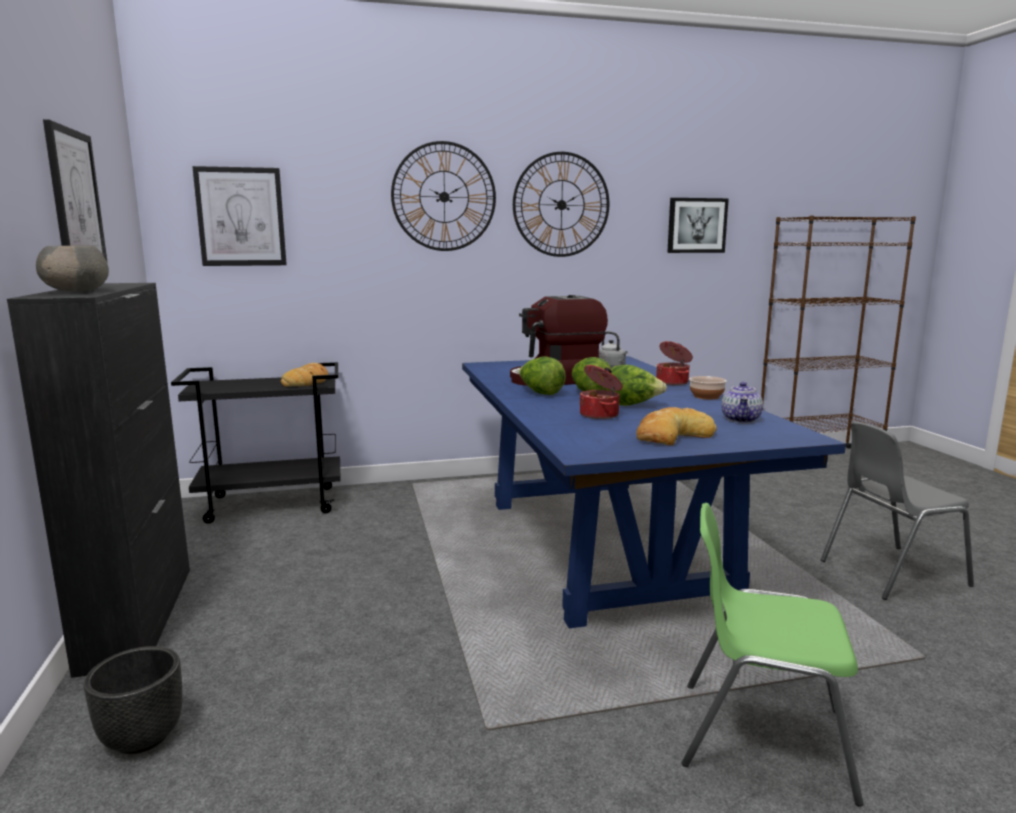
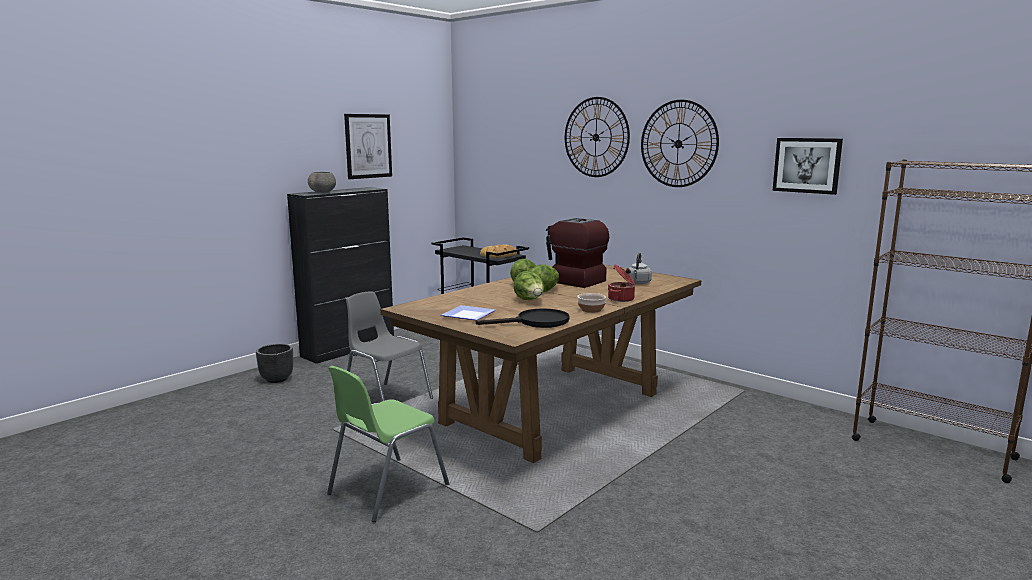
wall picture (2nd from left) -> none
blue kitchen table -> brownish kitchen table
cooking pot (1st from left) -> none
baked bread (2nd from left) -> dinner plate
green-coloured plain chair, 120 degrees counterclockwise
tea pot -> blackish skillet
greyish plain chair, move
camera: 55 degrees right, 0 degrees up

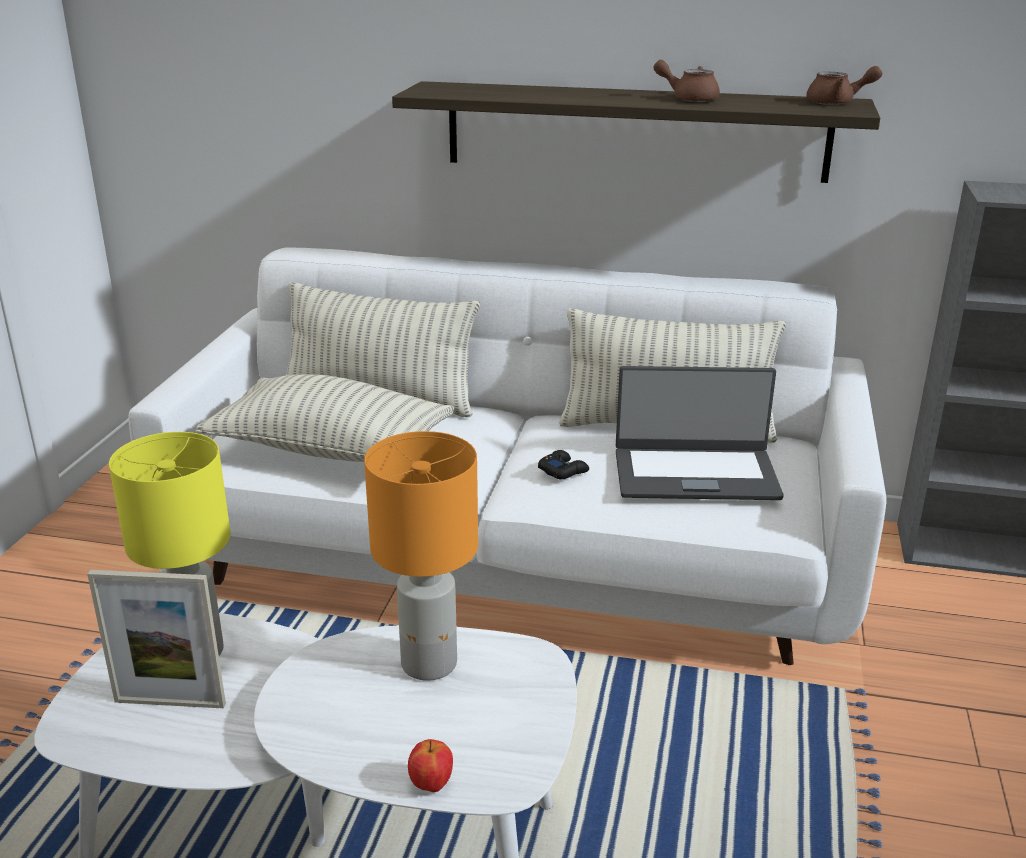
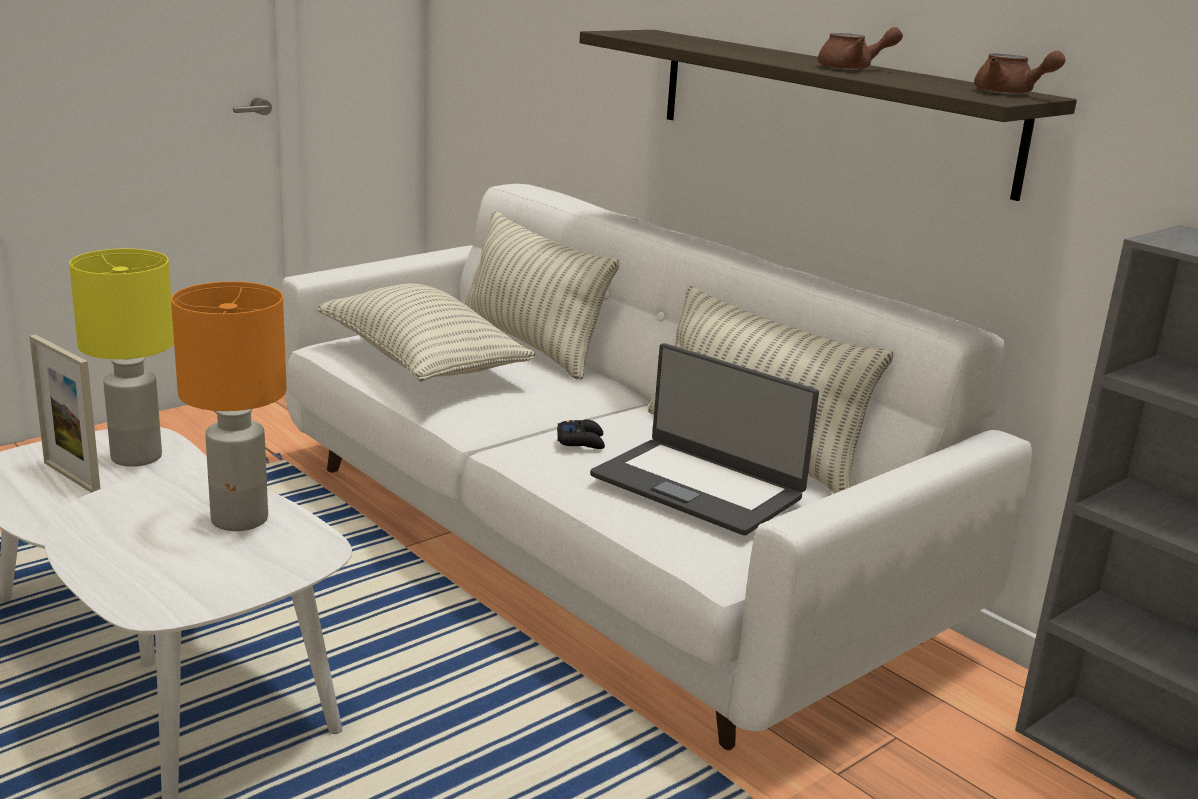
apple -> none
brownish tea pot (1st from left), 120 degrees clockwise
camera: 35 degrees right, 5 degrees down

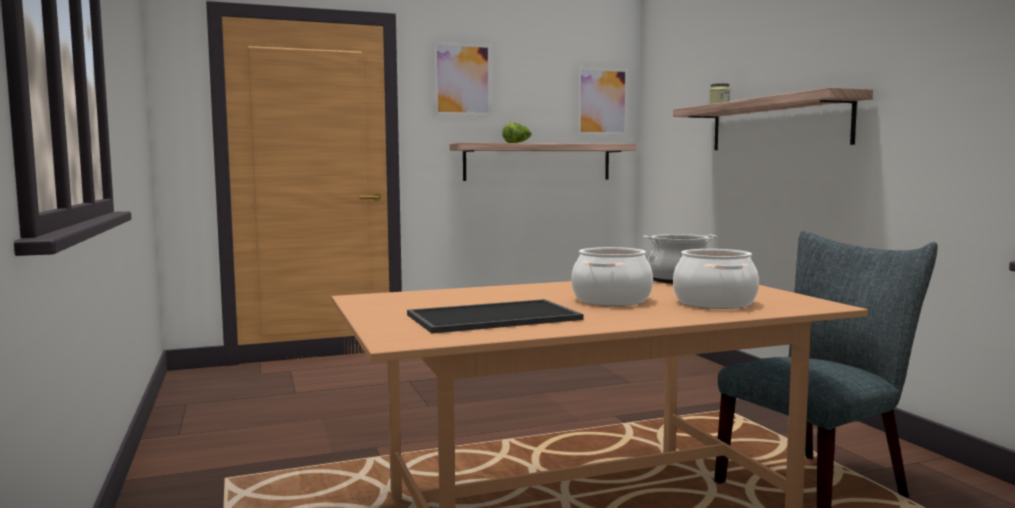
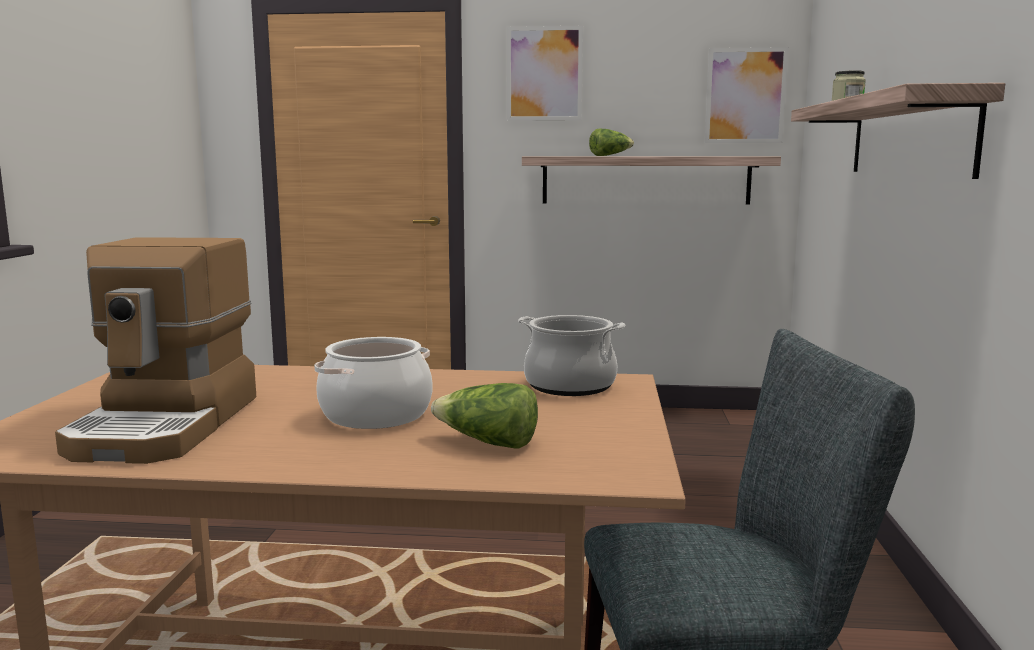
tray -> coffee brewer
cooking pot (3rd from left) -> lettuce (1st from left)
camera: 25 degrees right, 5 degrees up

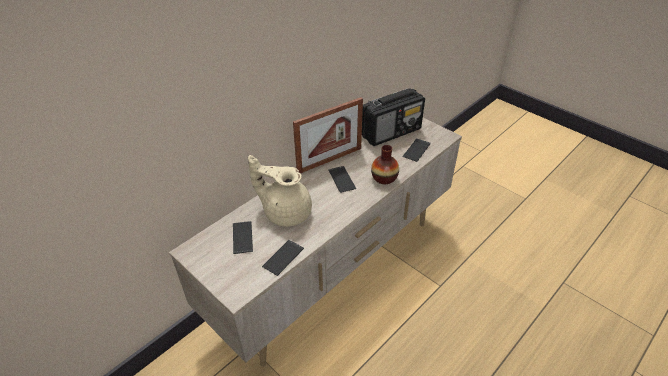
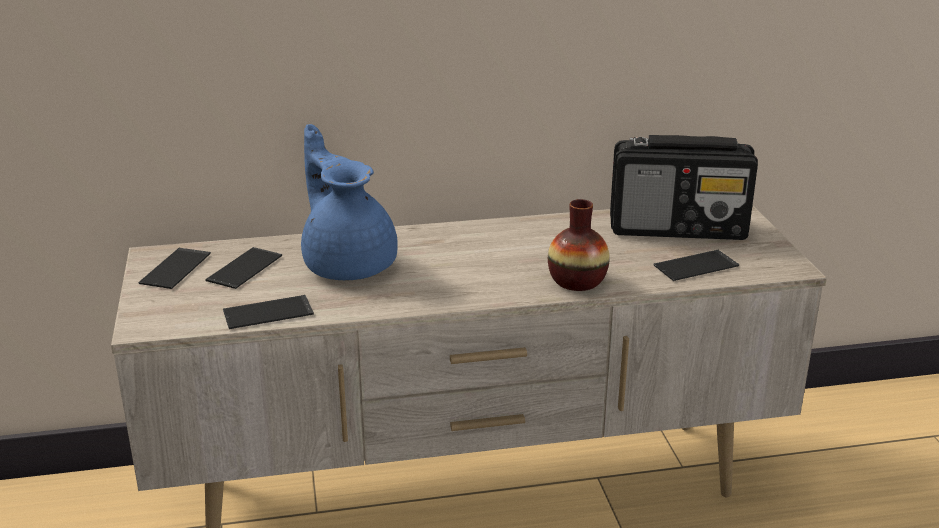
beige-coloured tea pot -> blue tea pot
picture frame -> none
telephone (3rd from left in the first image) -> telephone (1st from left), move
camera: 35 degrees right, 15 degrees down

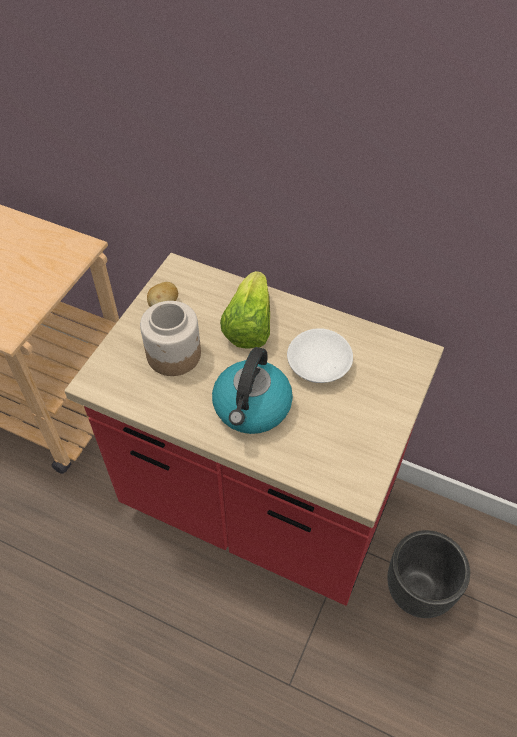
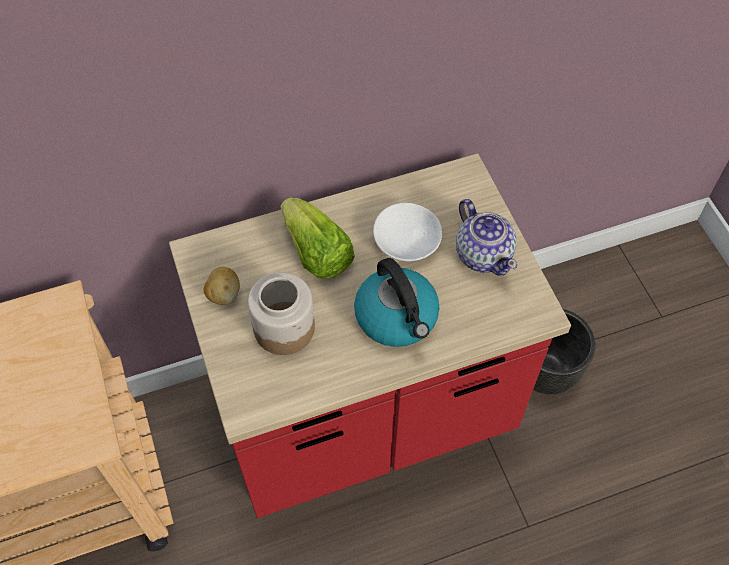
none -> tea pot
camera: 45 degrees left, 5 degrees up

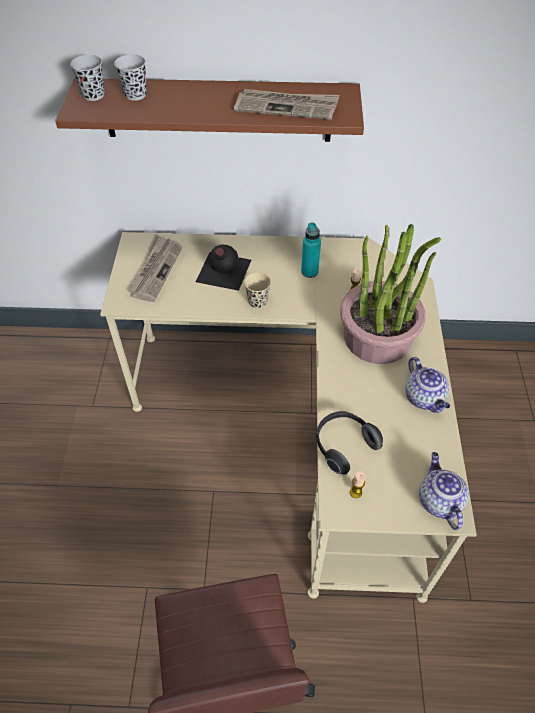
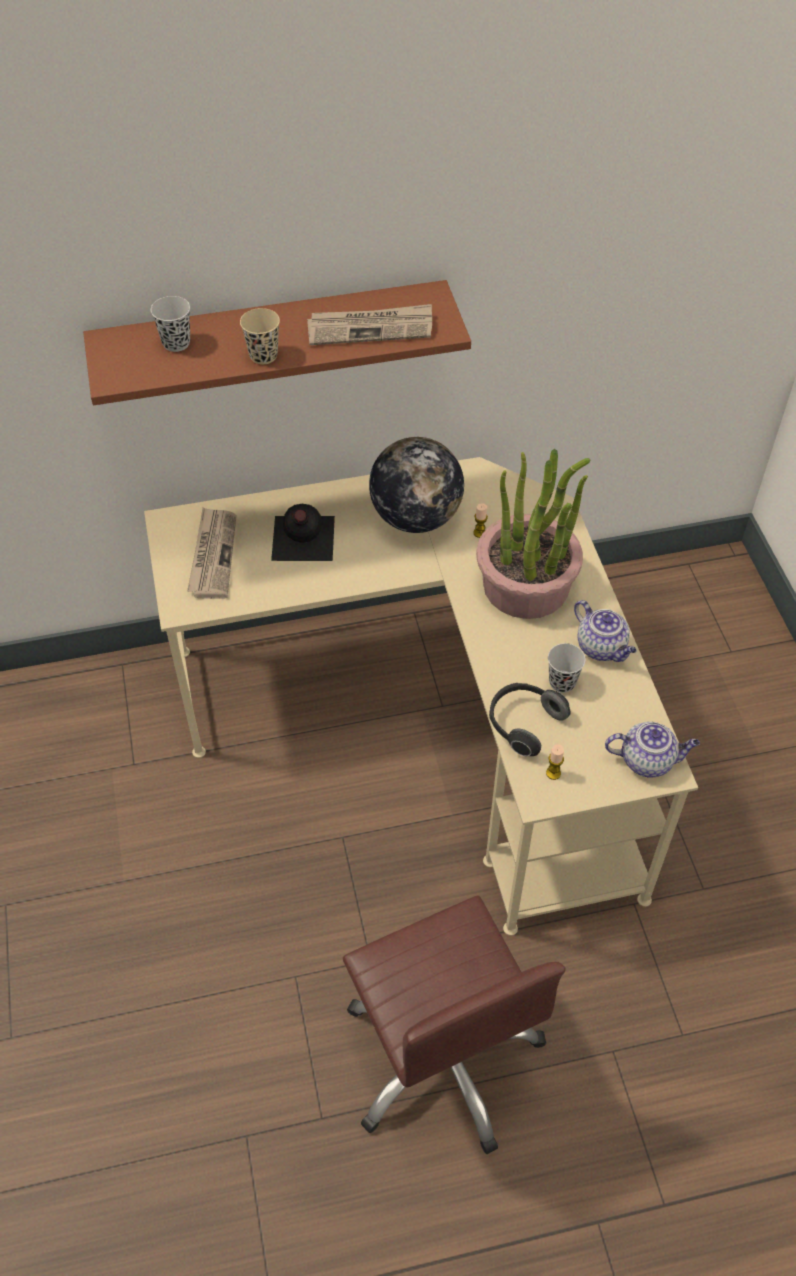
blackish small cup (1st from left in the first image) -> blackish small cup (2nd from left), move
beige-coloured small cup, move
blue-green beverage bottle -> world globe
tea pot (2nd from left), 120 degrees clockwise
camera: 15 degrees left, 0 degrees up

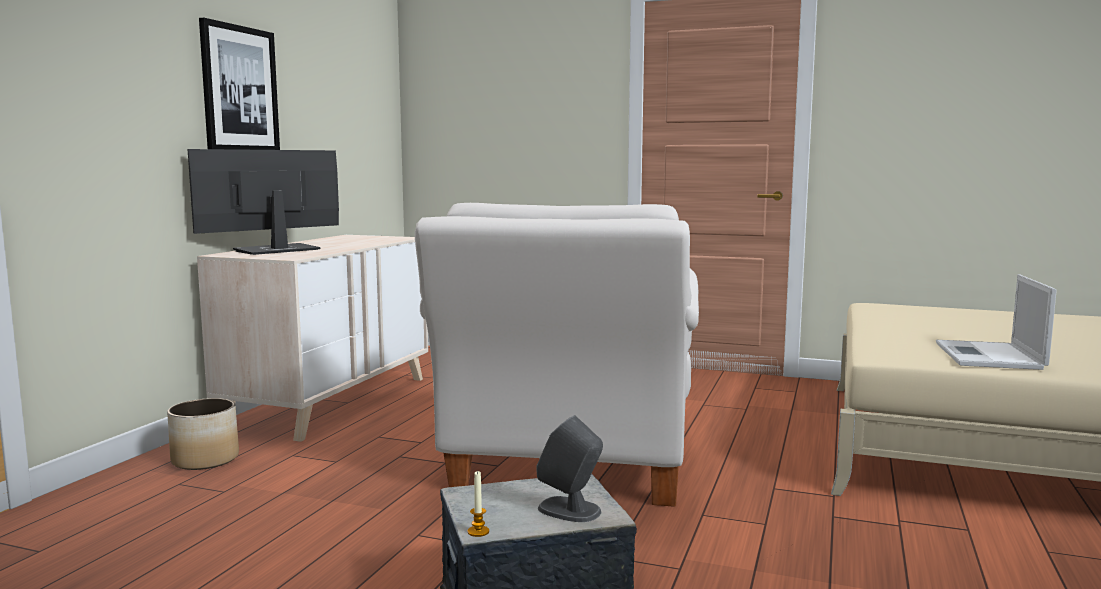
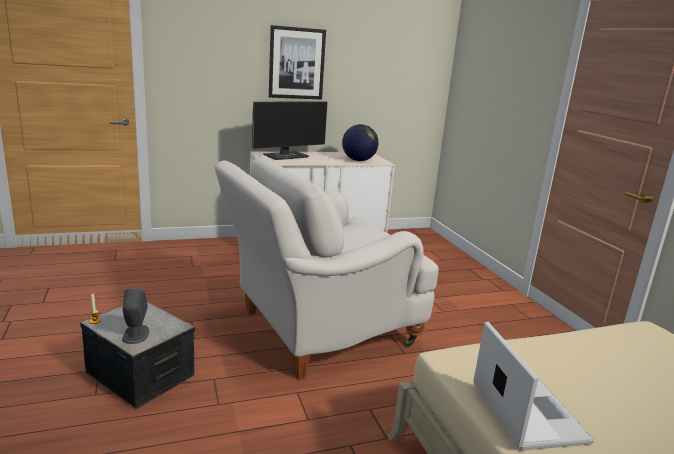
planter -> none
computer display, 135 degrees clockwise
portable computer, 105 degrees clockwise
none -> world globe
camera: 50 degrees right, 10 degrees up

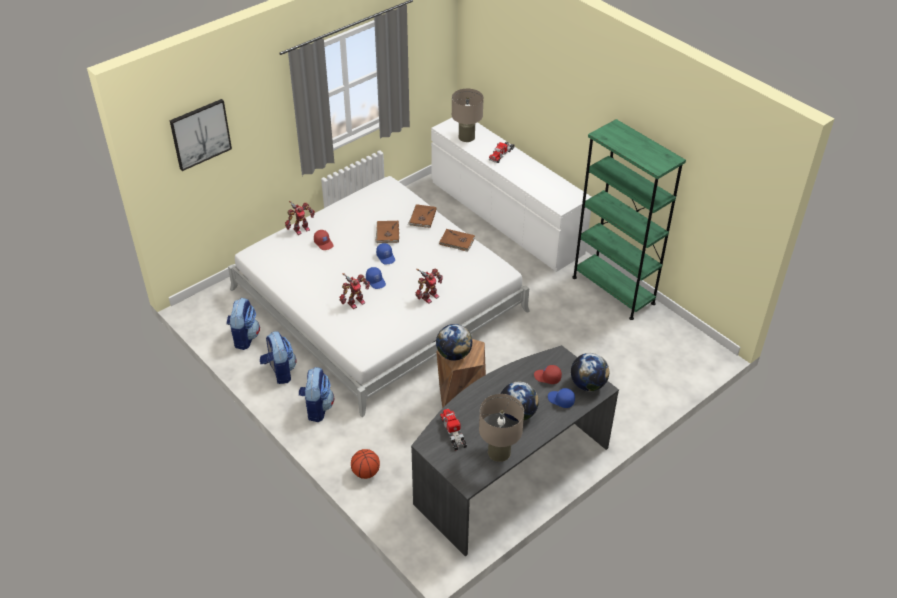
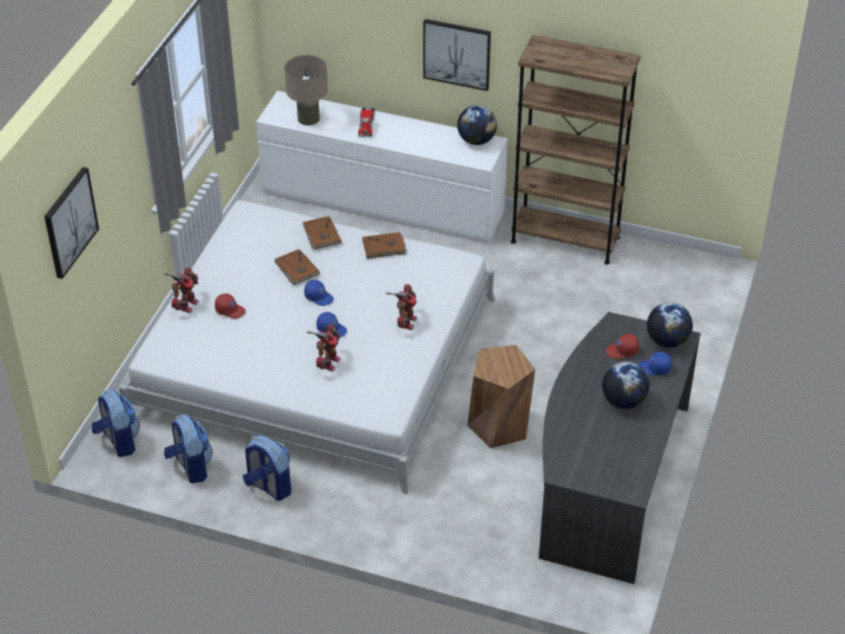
knapsack (3rd from left in the first image) -> knapsack (1st from left), move
basketball -> none
world globe (1st from left), move
model truck (1st from left) -> none
beige-coloured table lamp (2nd from left) -> none
green-coloured bookshelf -> brownish bookshelf
none -> wall picture (2nd from left)
camera: 30 degrees left, 0 degrees up

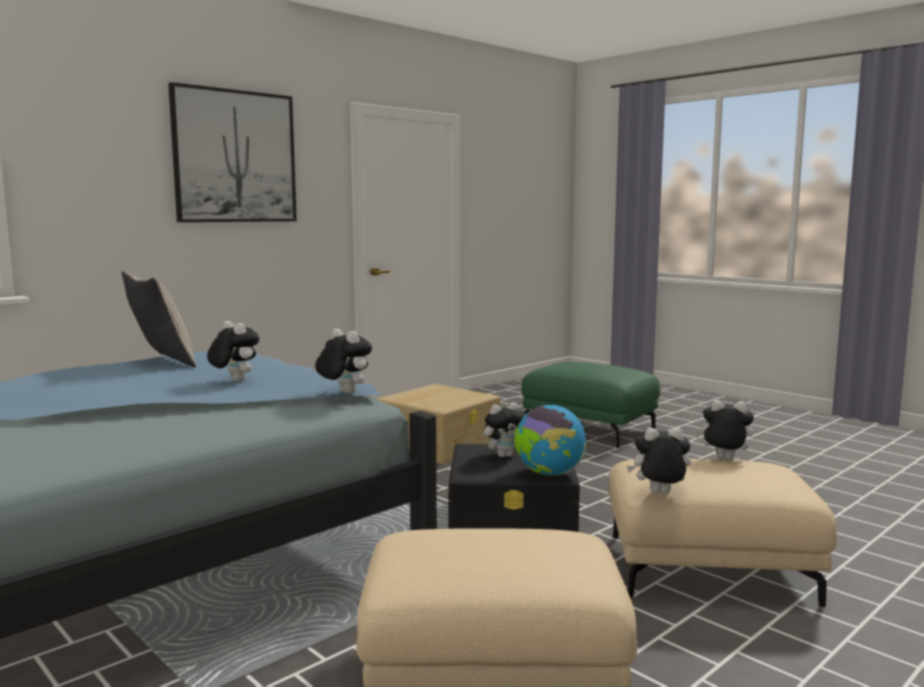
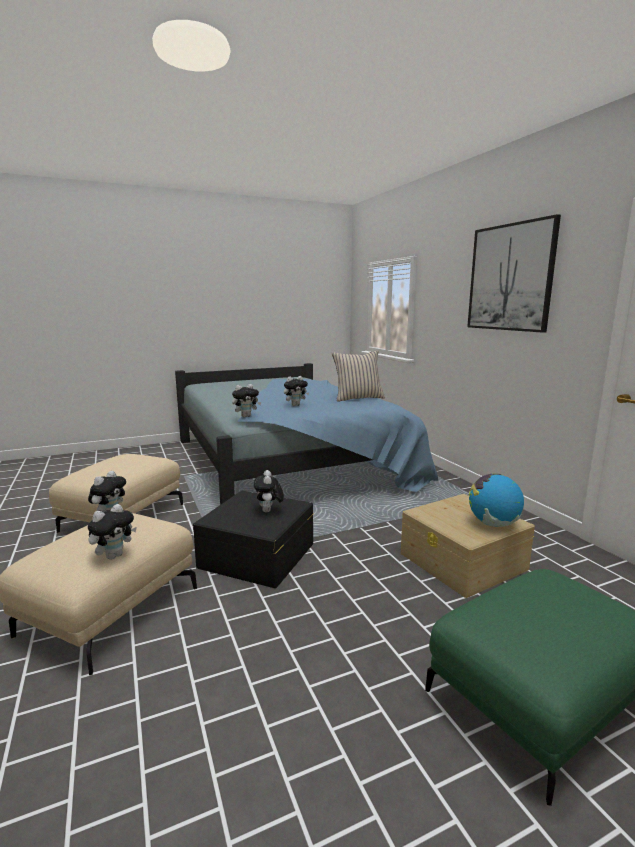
world globe, move
camera: 110 degrees right, 5 degrees up

